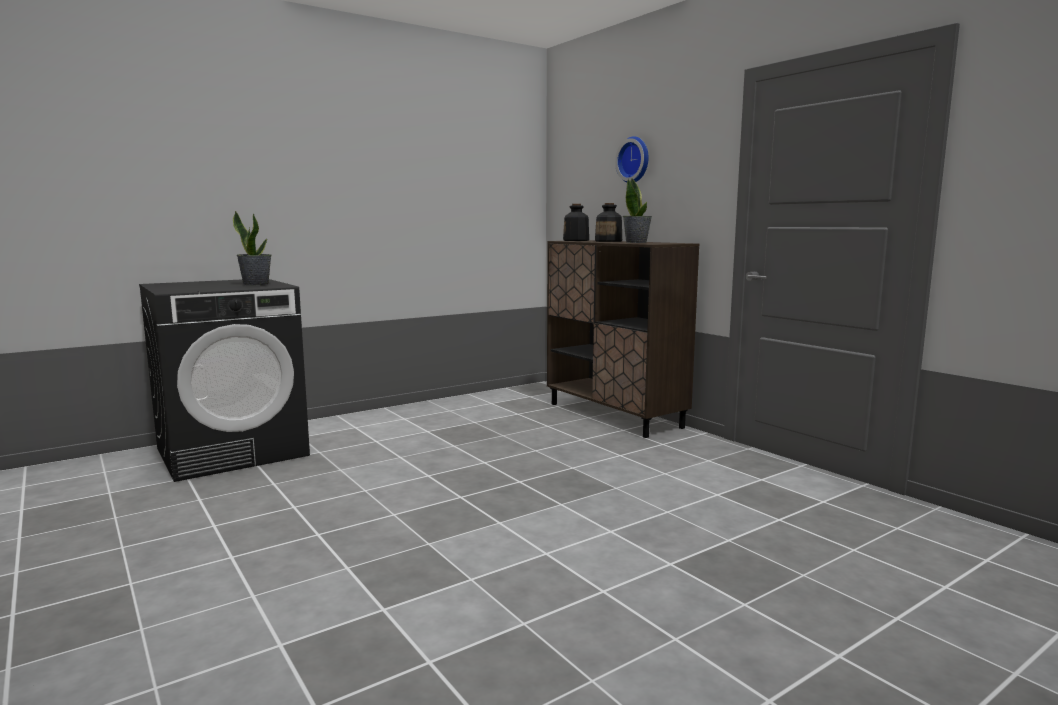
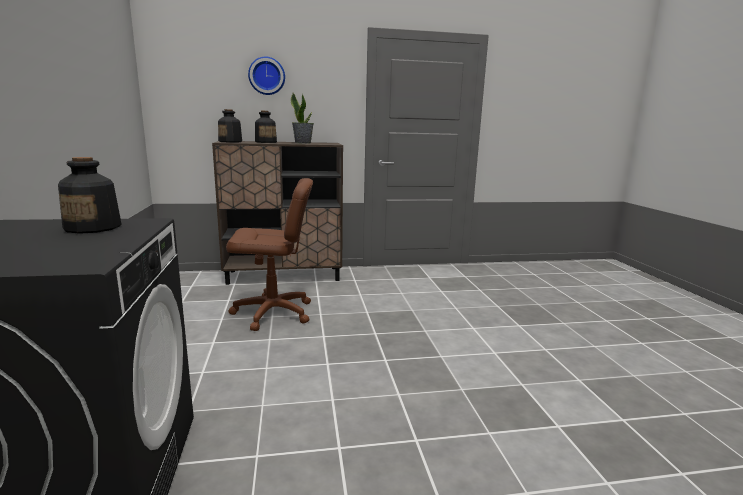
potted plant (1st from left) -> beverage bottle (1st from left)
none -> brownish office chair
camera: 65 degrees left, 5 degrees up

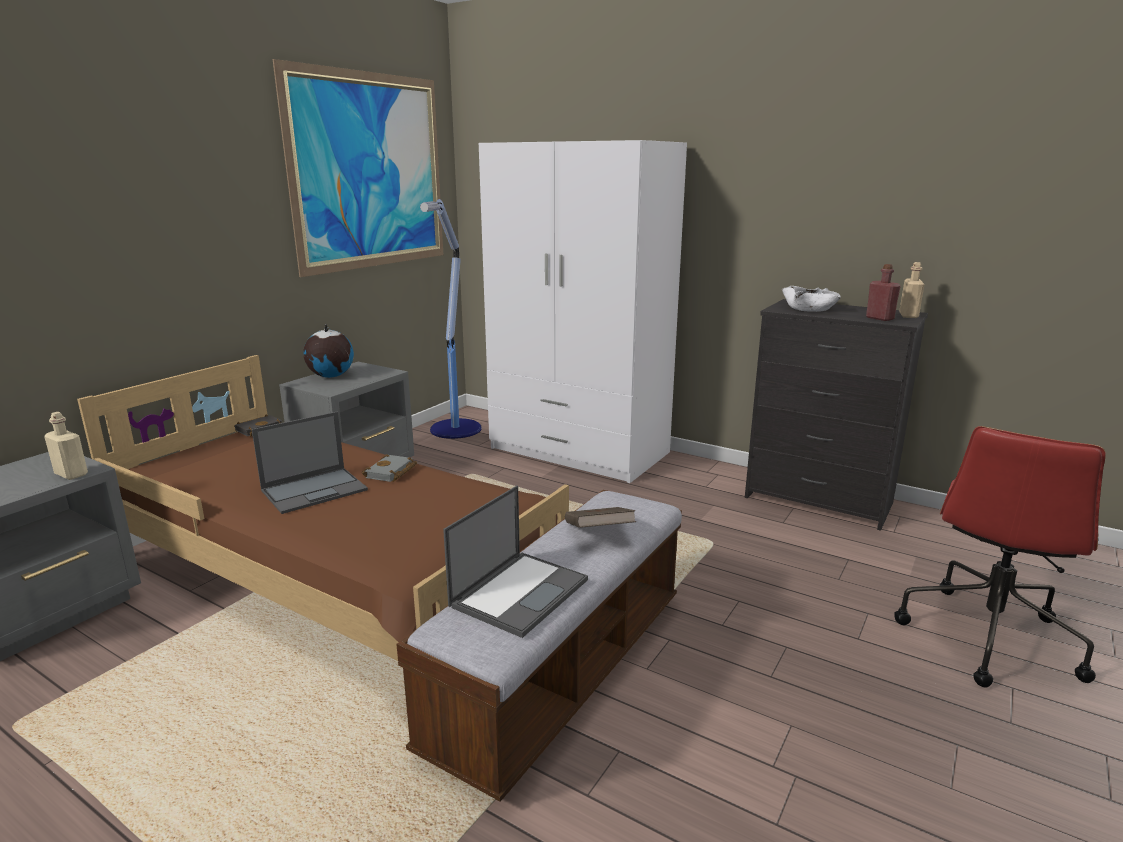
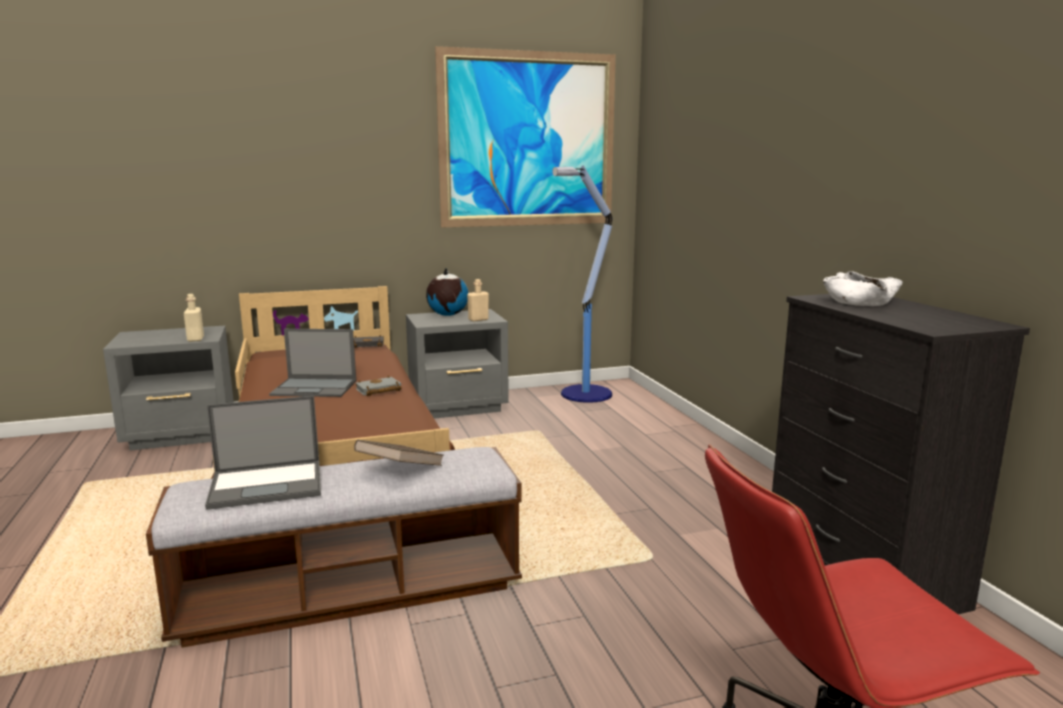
white armoire -> none
reddish beverage bottle -> none
beige-coloured beverage bottle (2nd from left), move
camera: 40 degrees right, 5 degrees down

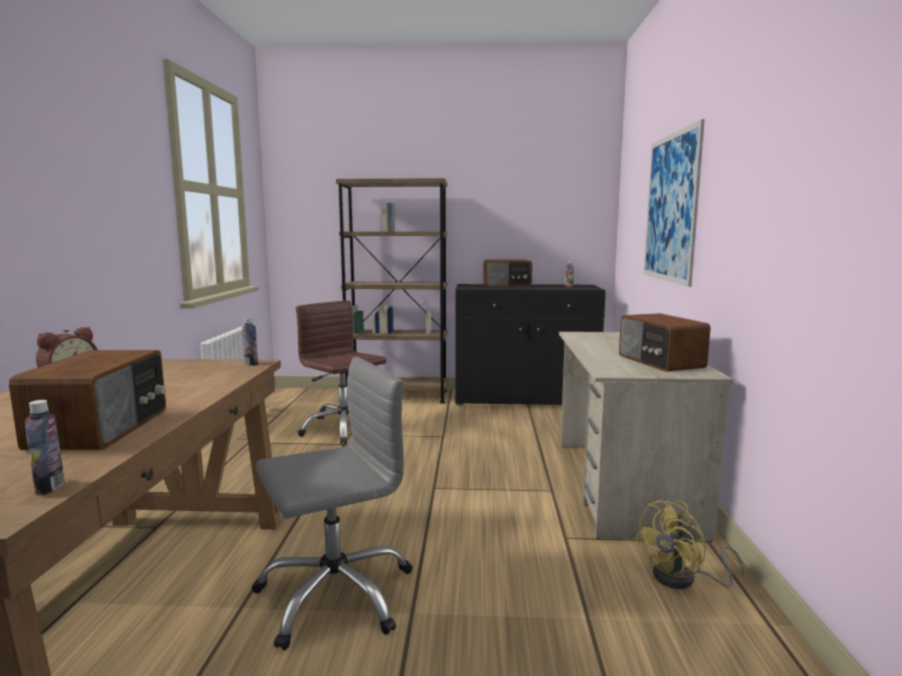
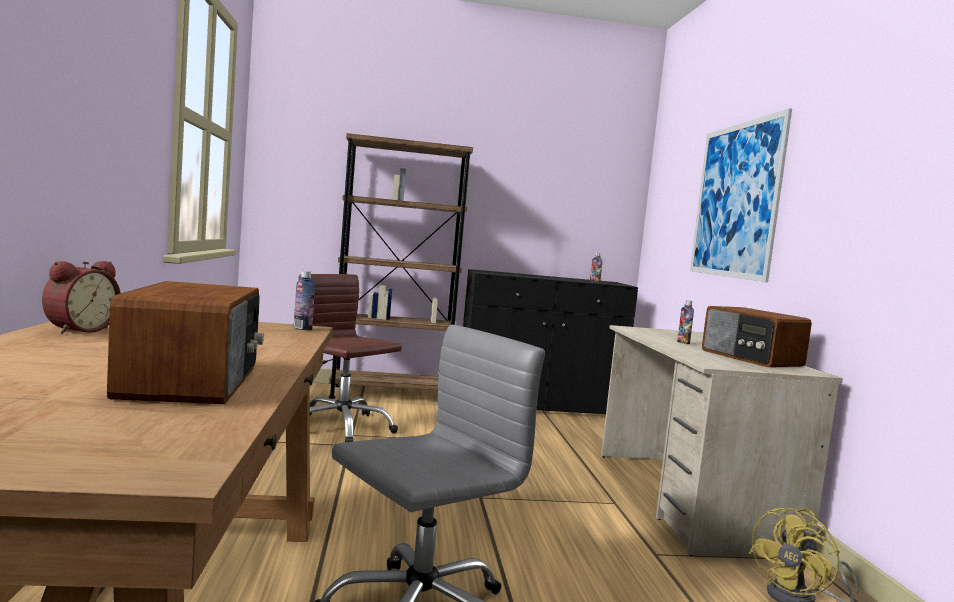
beverage bottle (1st from left in the first image) -> beverage bottle (3rd from left), move
radio (2nd from left) -> none
camera: 10 degrees left, 5 degrees down

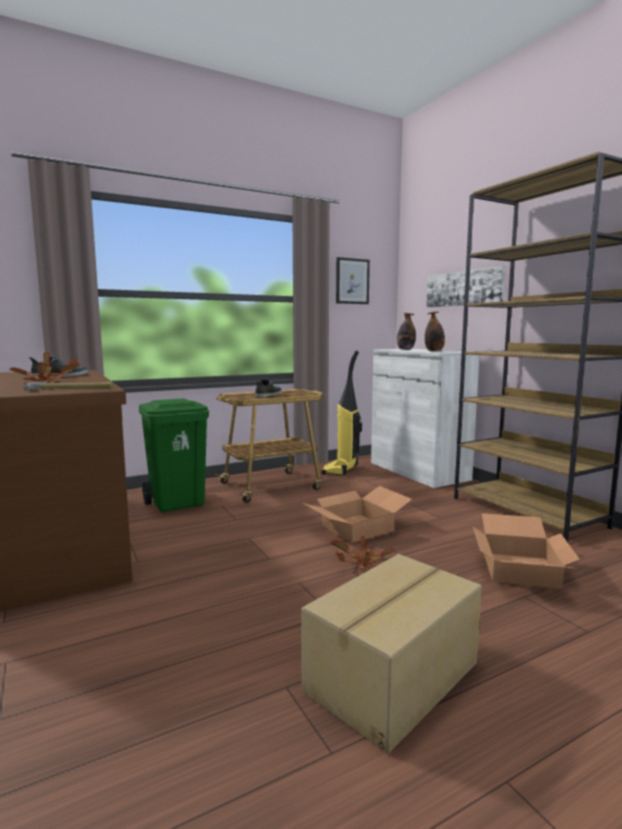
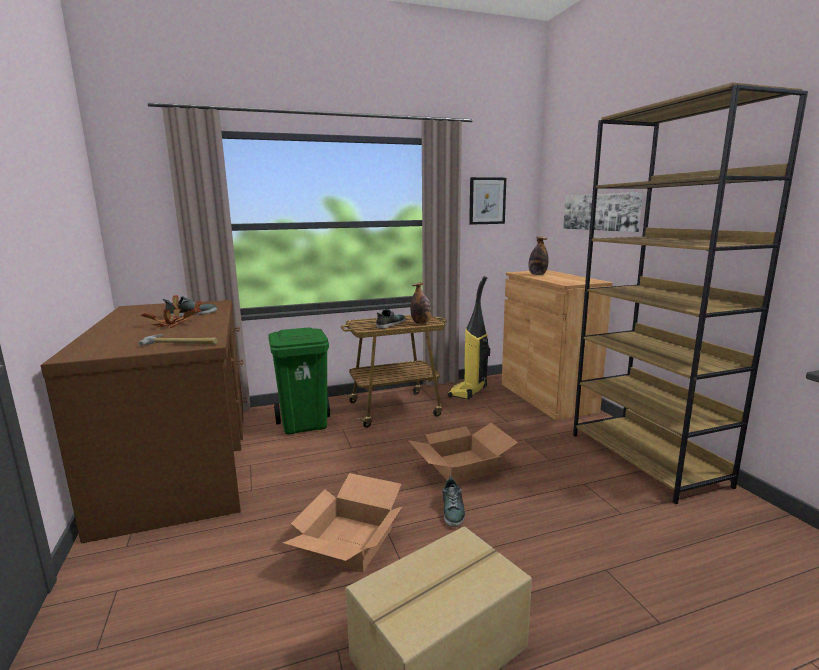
potted plant (2nd from left) -> shoe (3rd from left)
white cupboard -> brownish cupboard
beverage bottle (2nd from left in the first image) -> beverage bottle (1st from left), move
carton (3rd from left in the first image) -> carton (1st from left), move
camera: 10 degrees right, 5 degrees up

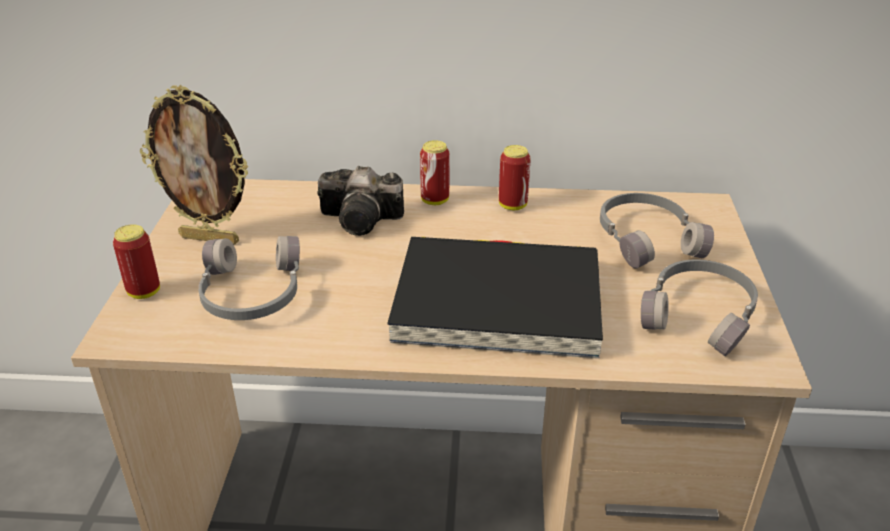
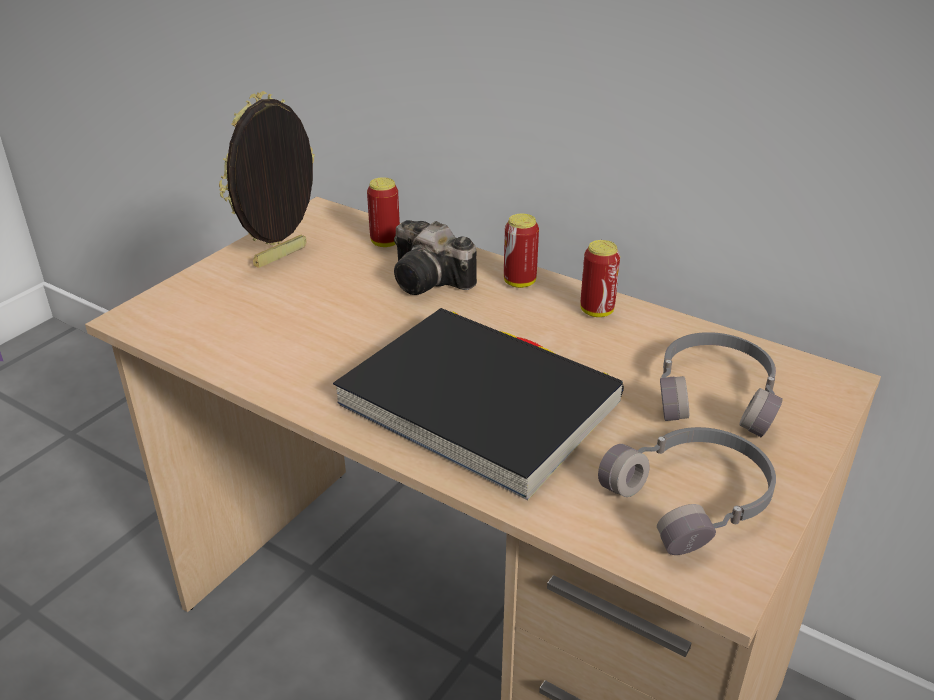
can (1st from left), move
picture frame, 90 degrees clockwise
greyish headset (1st from left) -> none
camera: 30 degrees right, 0 degrees up

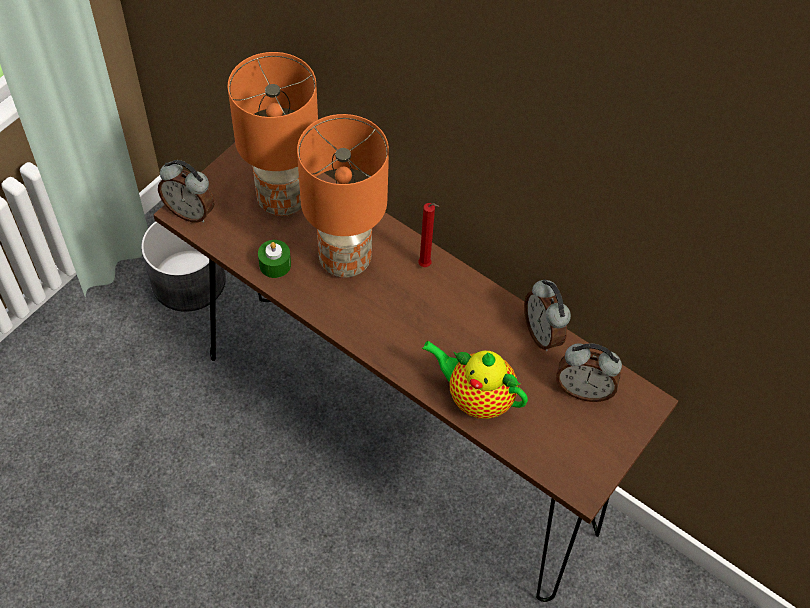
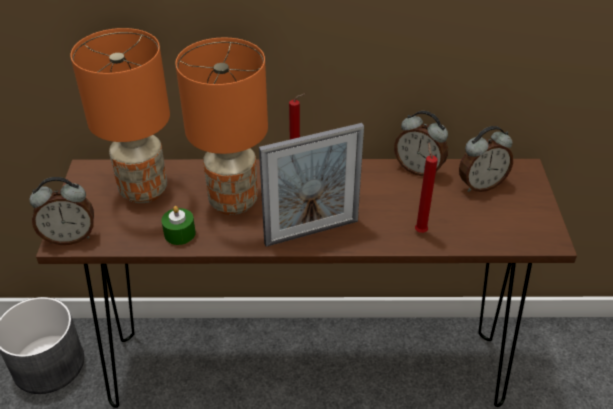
tea pot -> reddish wax light (2nd from left)
none -> picture frame
camera: 35 degrees left, 15 degrees down

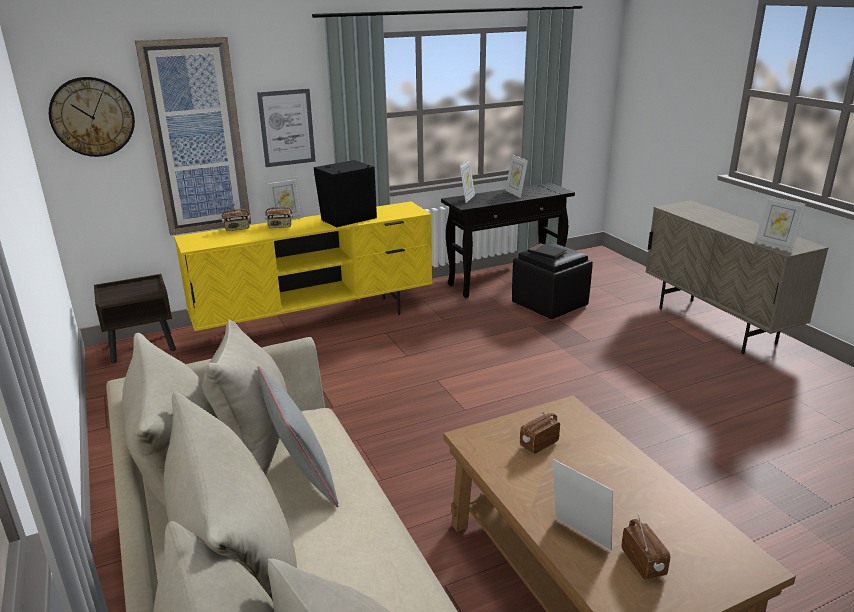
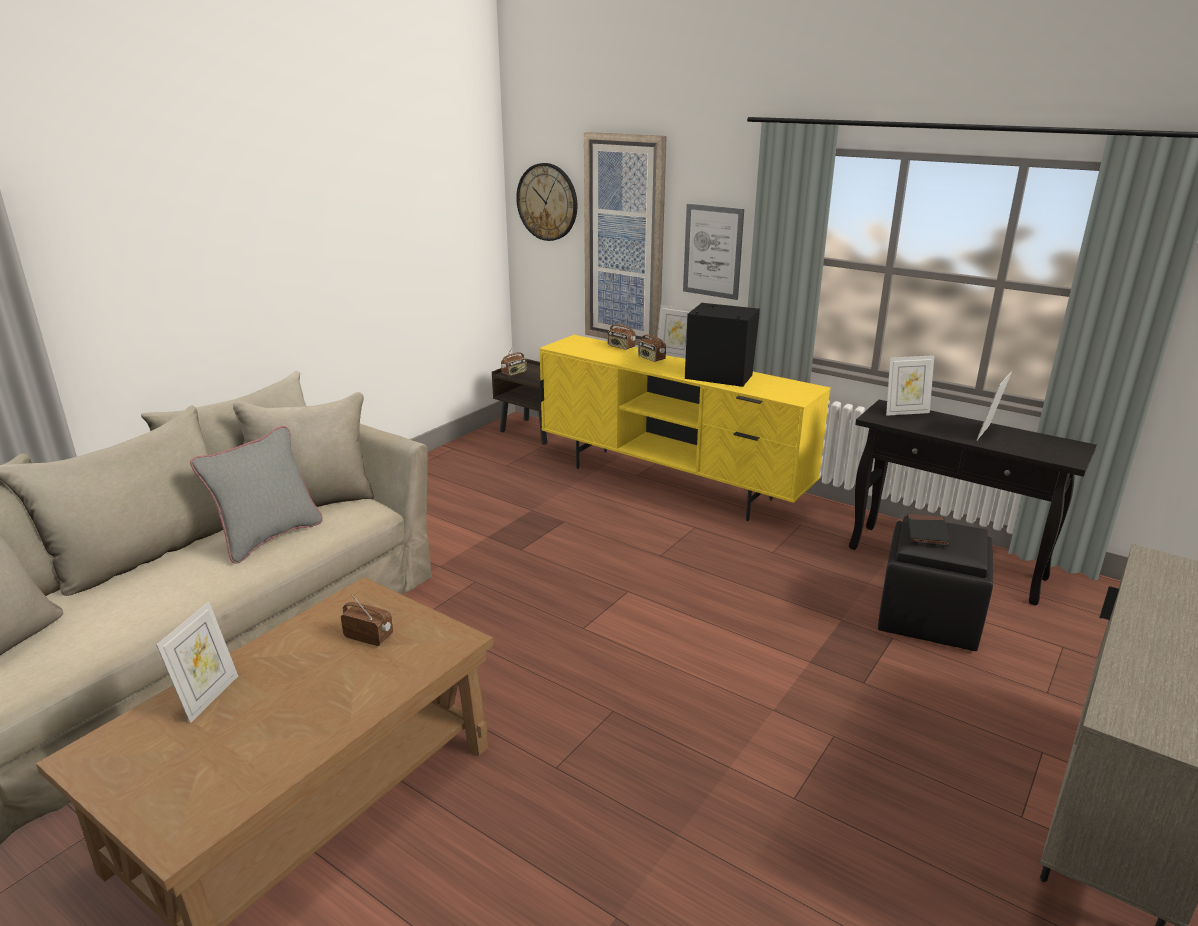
radio (4th from left in the first image) -> radio (2nd from left), move
picture frame (5th from left) -> none
camera: 60 degrees right, 0 degrees up

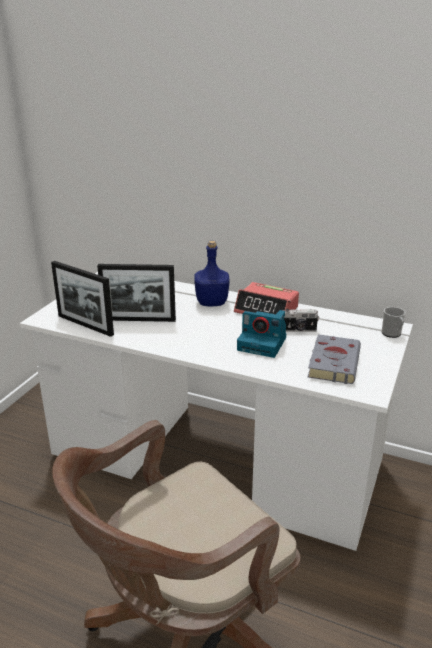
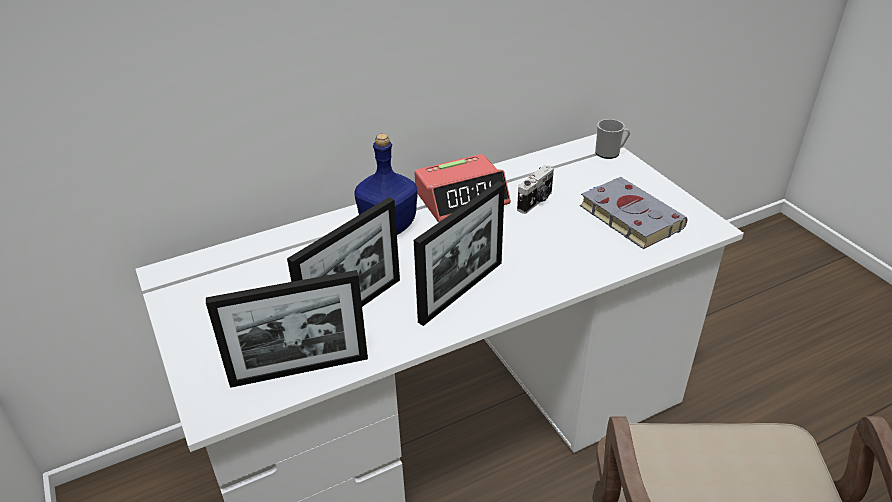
photo camera (1st from left) -> none
none -> picture frame (3rd from left)
camera: 50 degrees left, 10 degrees up

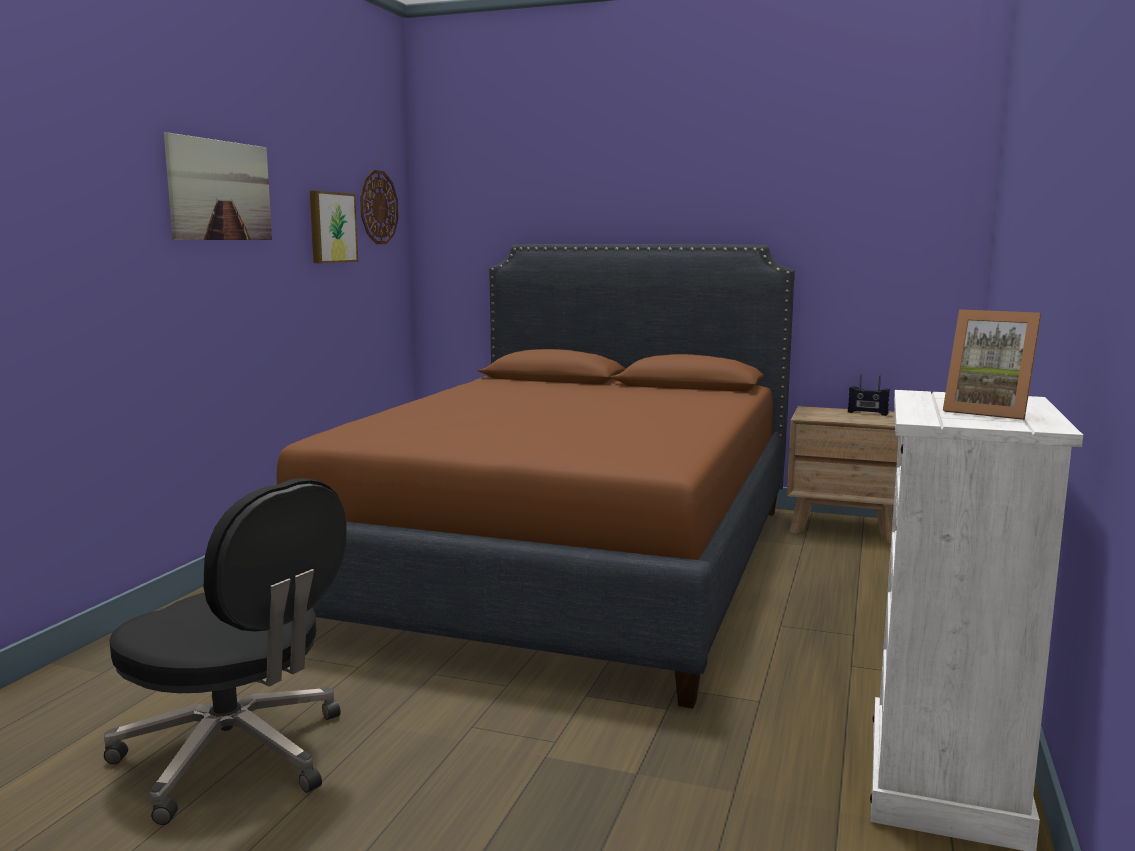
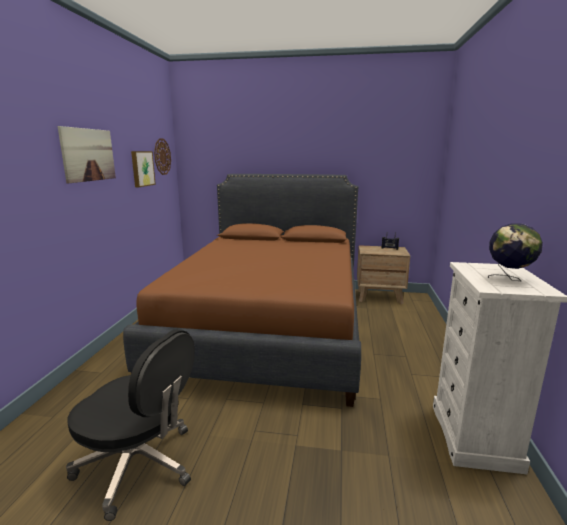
picture frame -> world globe
camera: 10 degrees left, 5 degrees up

